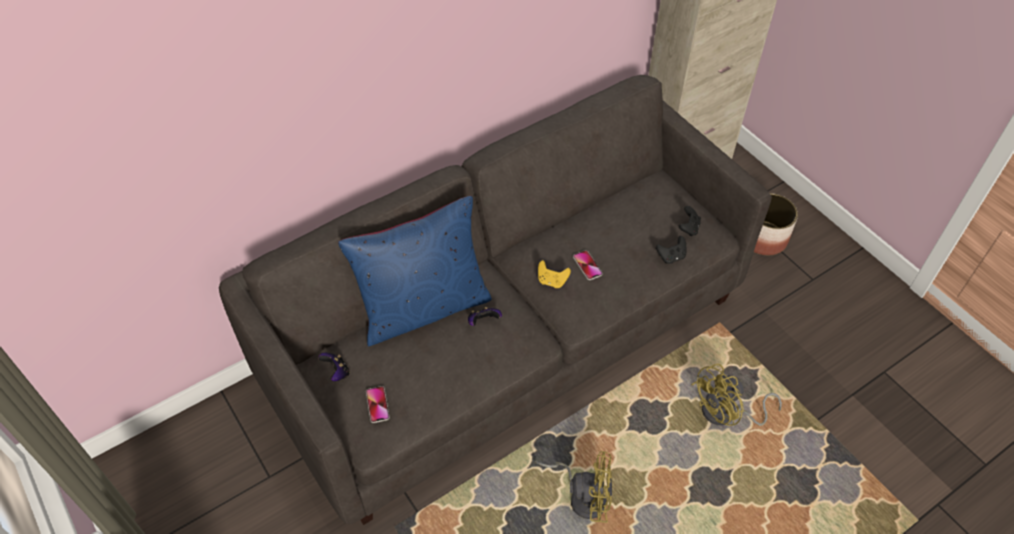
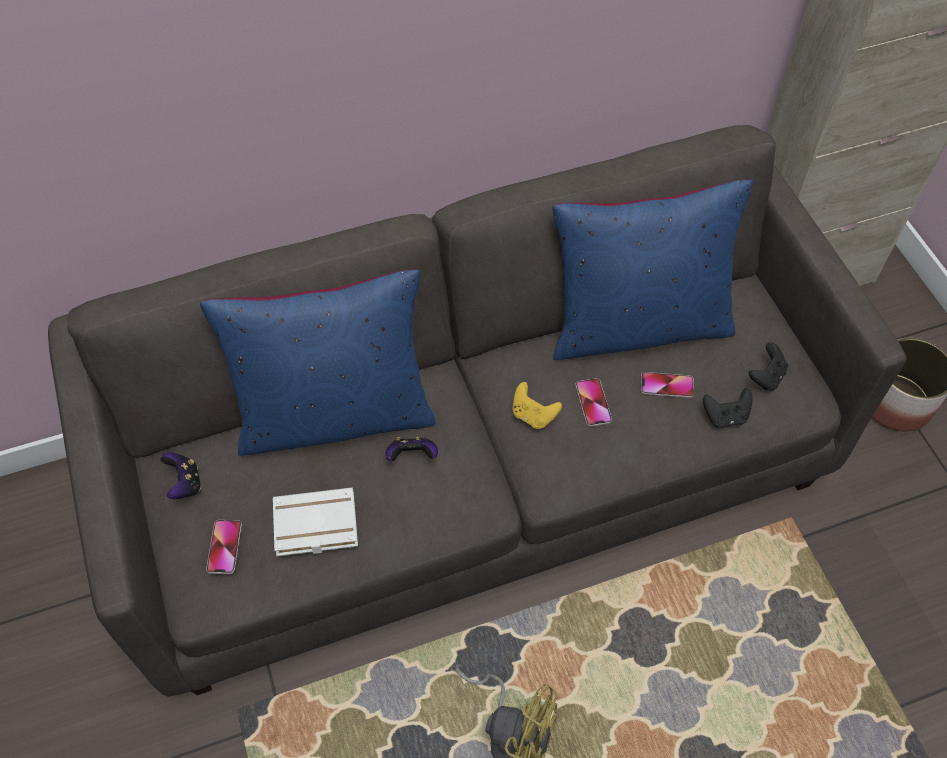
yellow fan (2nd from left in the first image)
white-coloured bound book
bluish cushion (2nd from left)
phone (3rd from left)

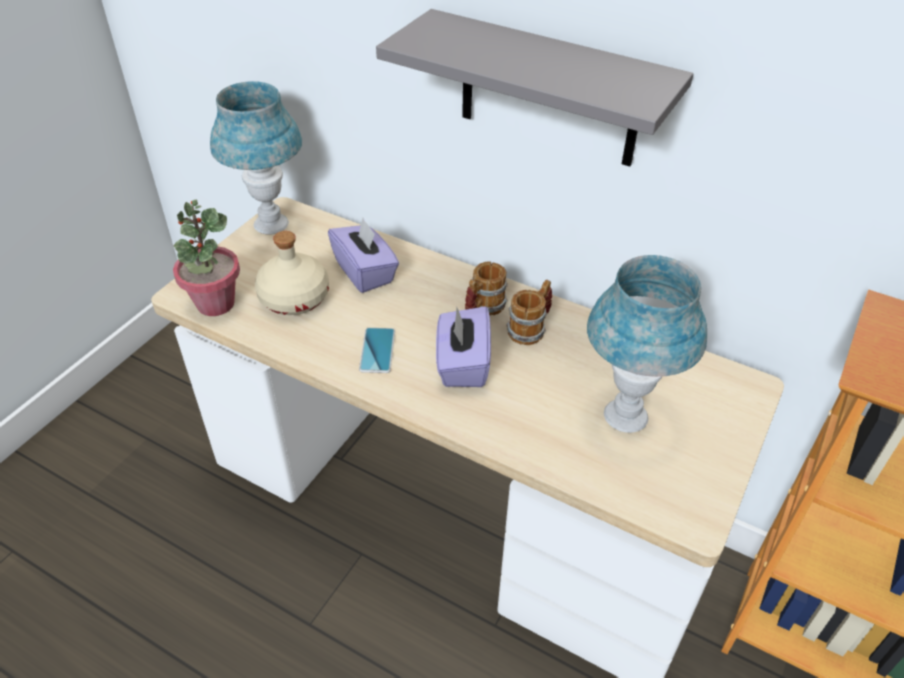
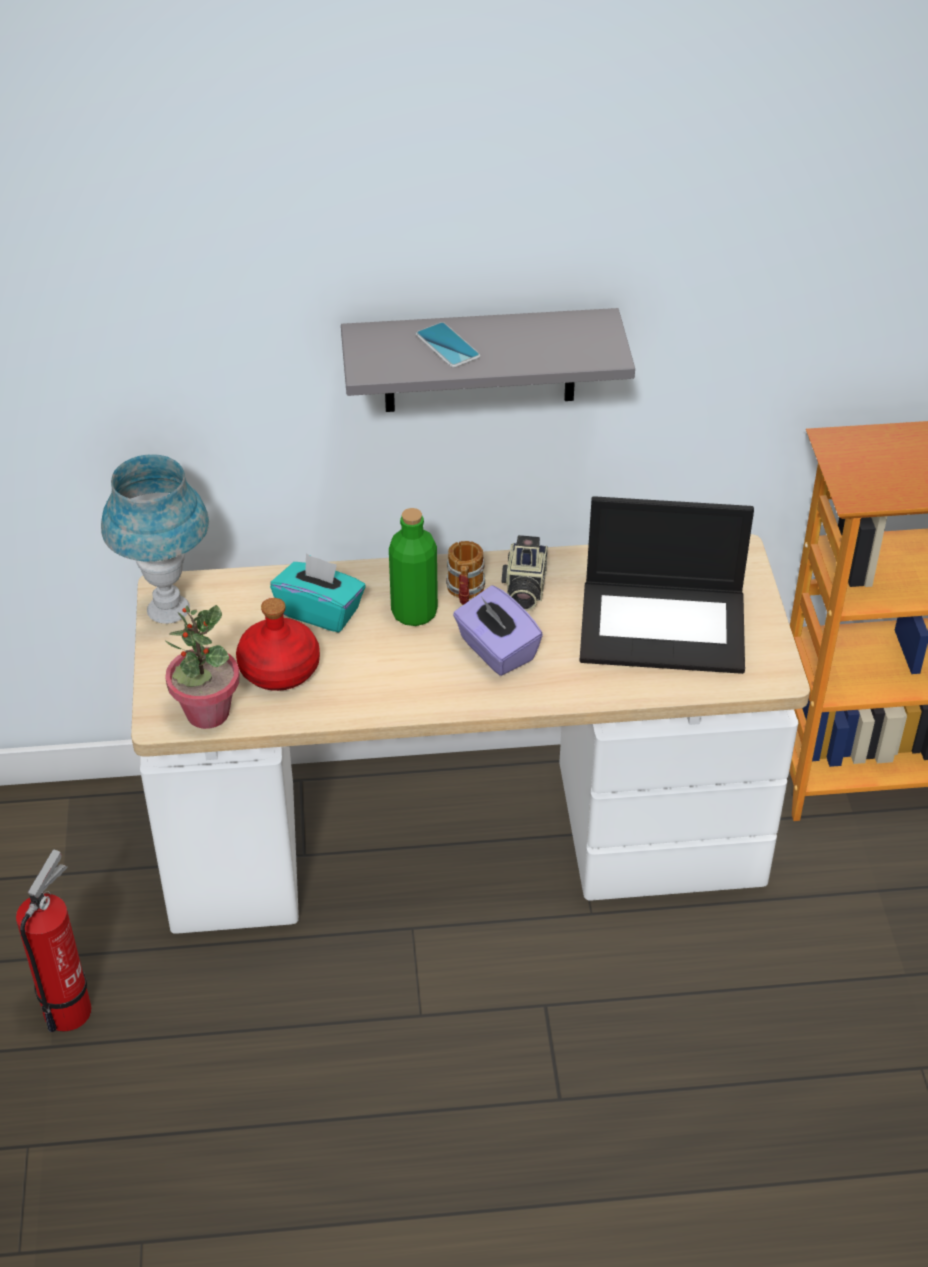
red-coloured drink bottle
blue-green tissue box
phone
photo camera
notebook computer
fire-fighting cylinder
green-coloured drink bottle

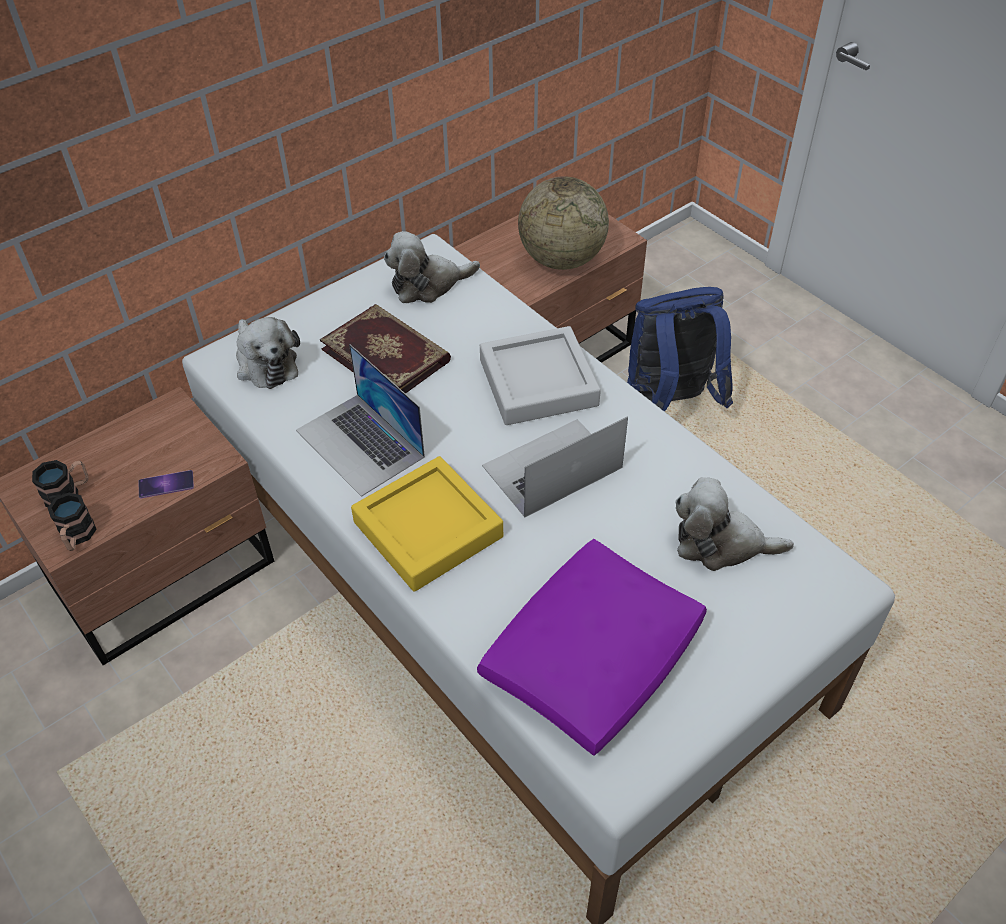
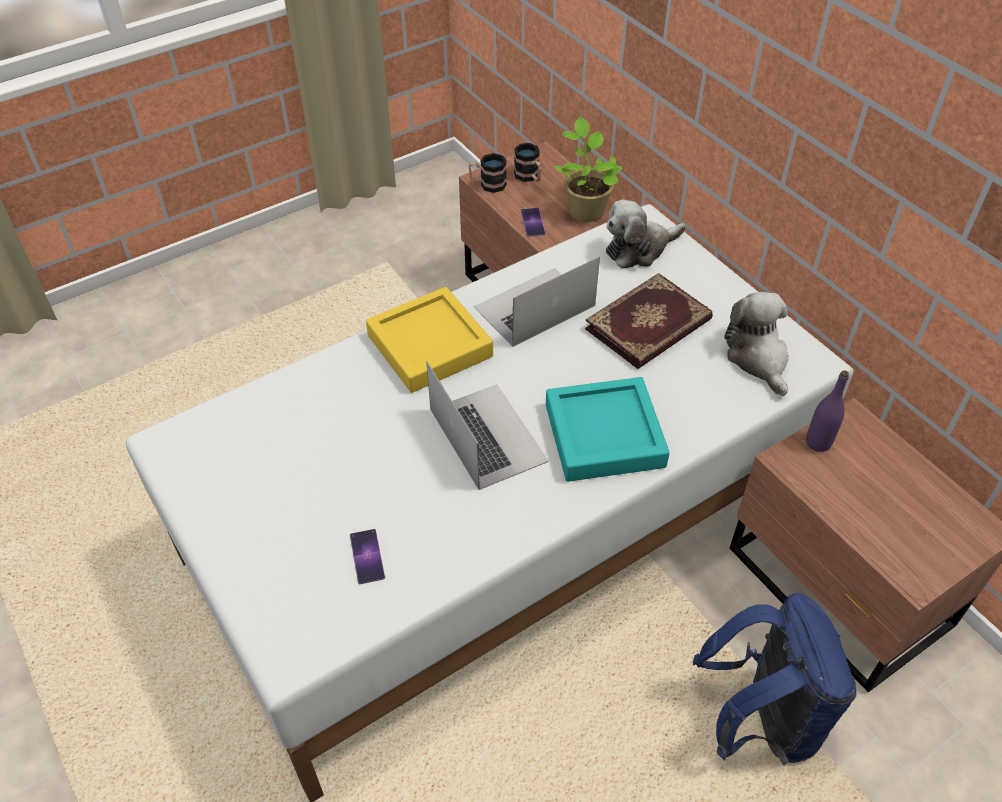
purple-coloured cushion
blue-green carrying tray
globe
phone (1st from left)
potted plant
purple-coloured drink bottle

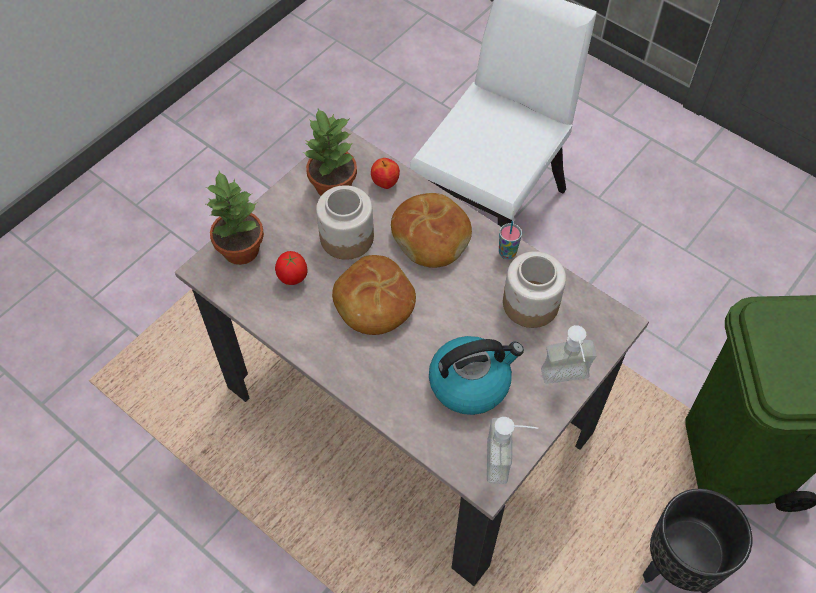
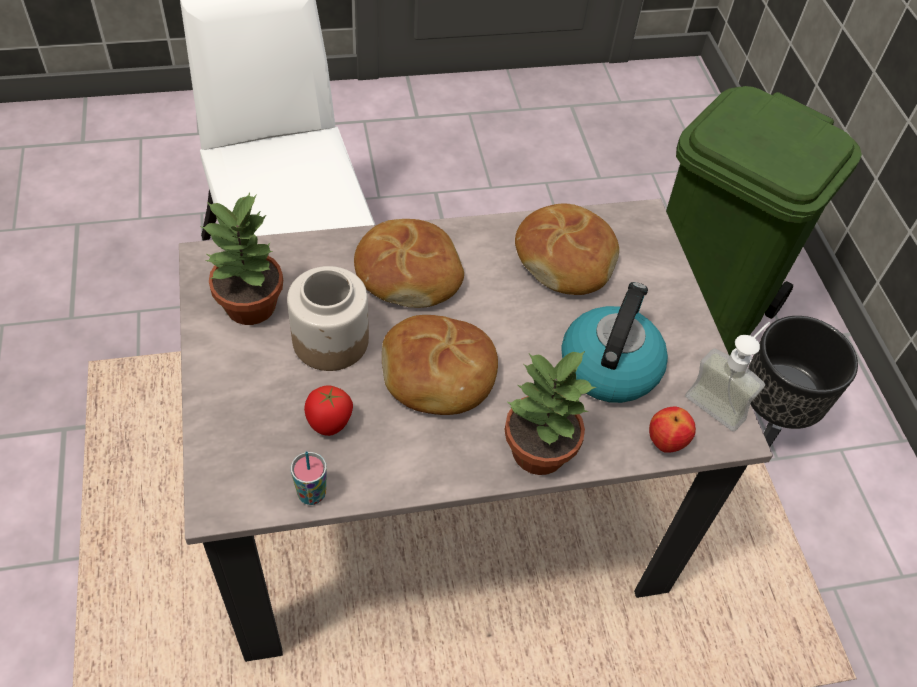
potted plant (2nd from left)
apple fruit
drinking cup
bread (3rd from left)
liquid soap bottle (2nd from left in the first image)

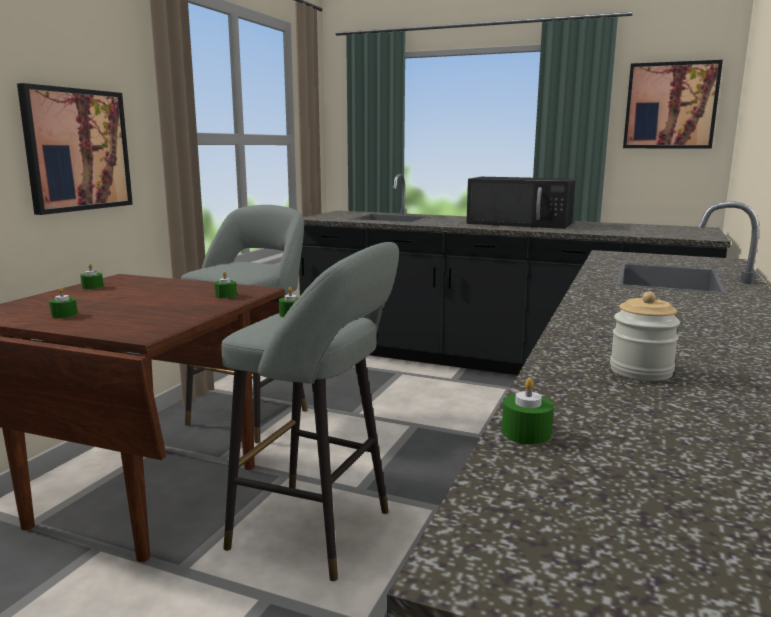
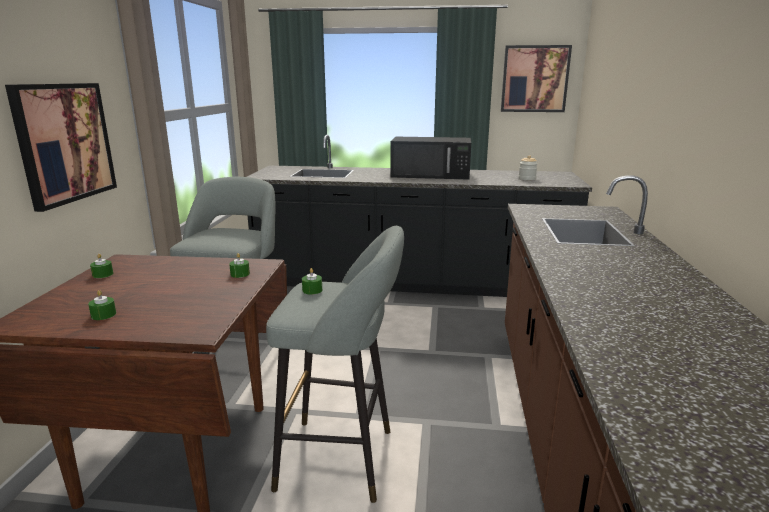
green-coloured wax light (5th from left in the first image)
jar

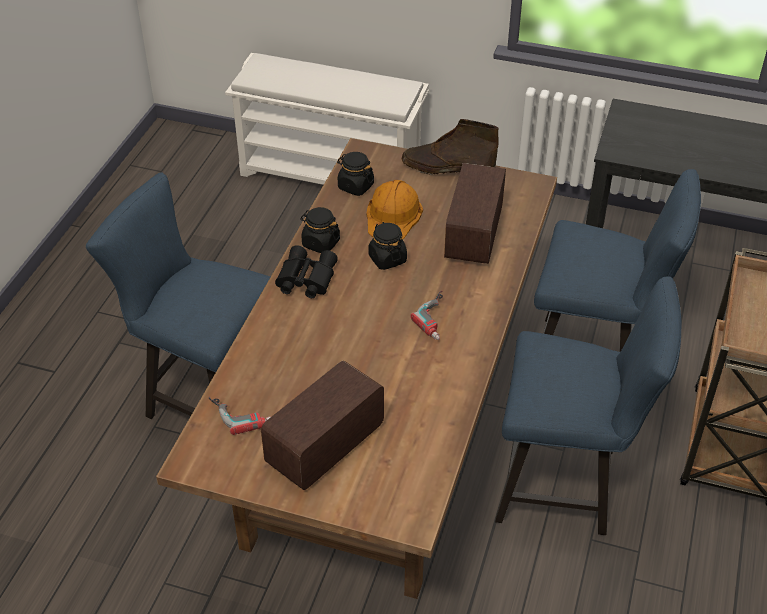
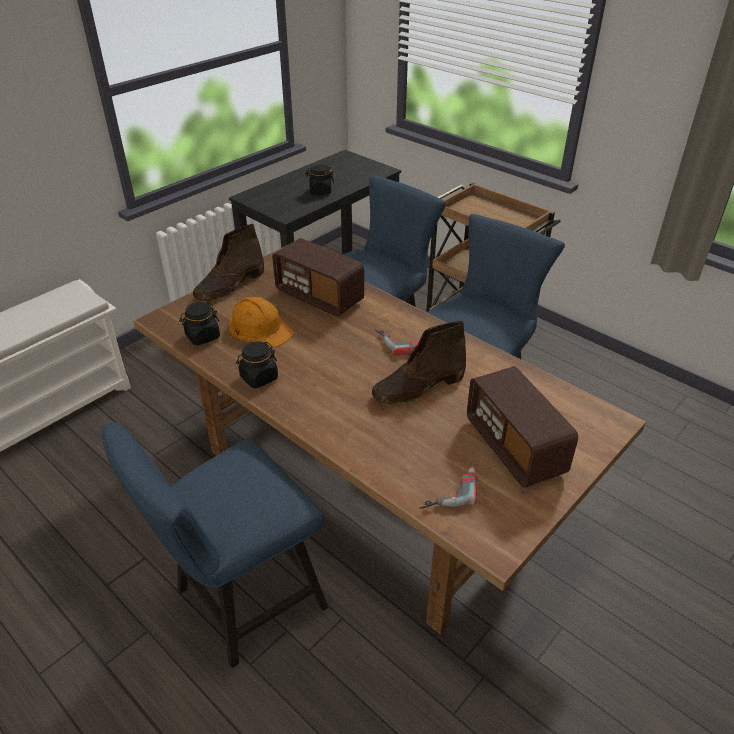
blackish pair of binoculars
blackish jar (3rd from left)
brown high-top boot (2nd from left)

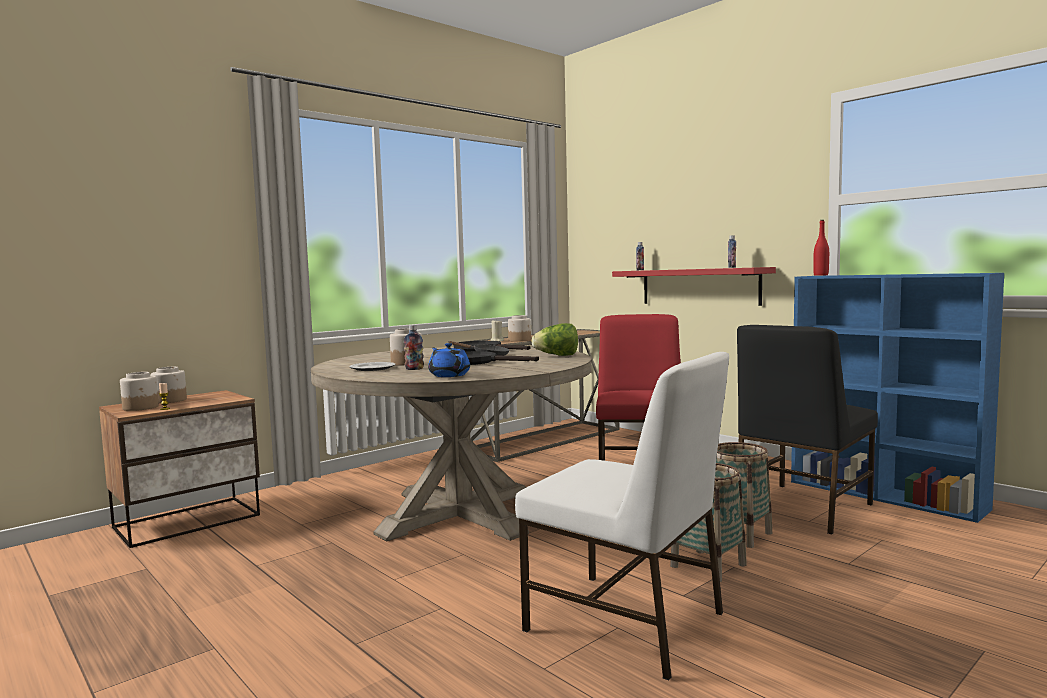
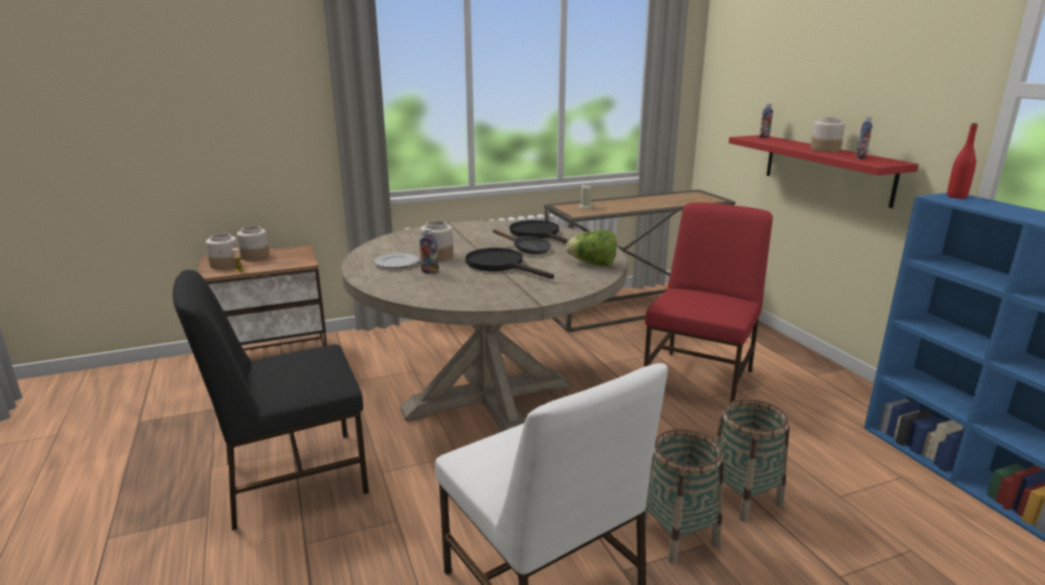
bluish teapot
jar (4th from left)
blackish plain chair

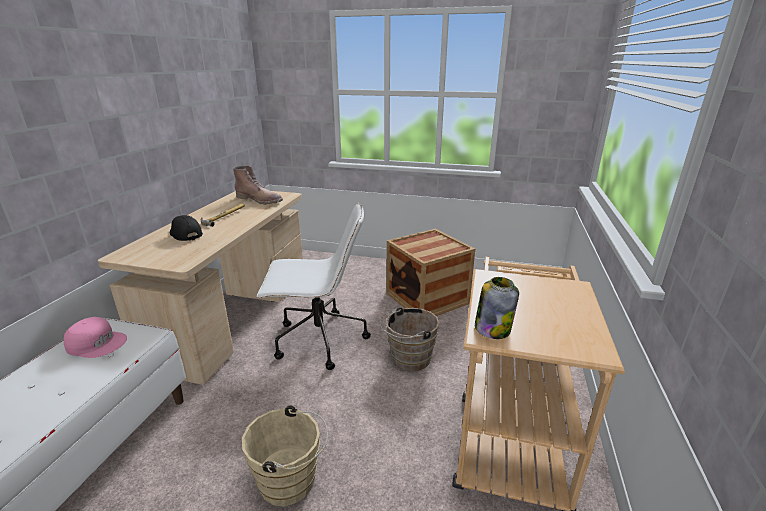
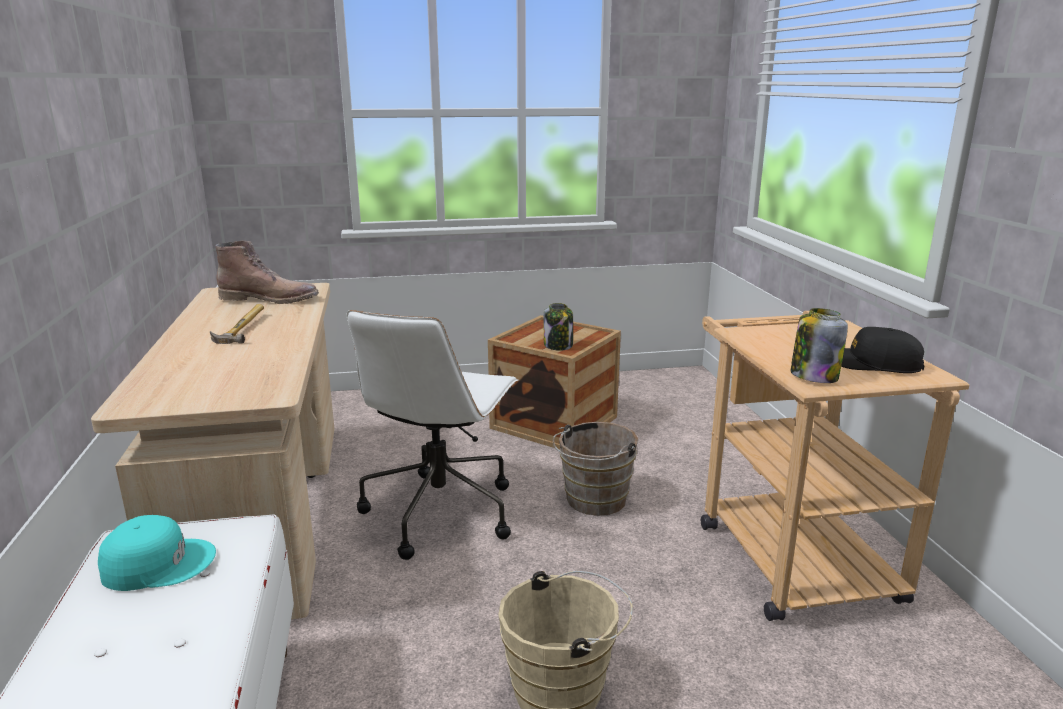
blue-green peaked cap
blackish peaked cap
white-coloured computer chair
jar (1st from left)

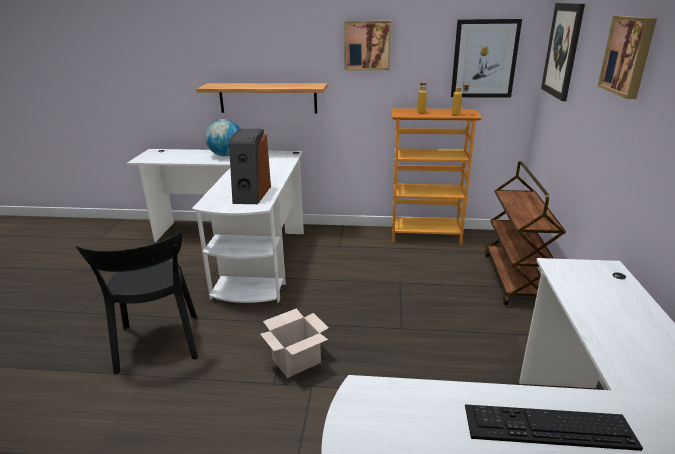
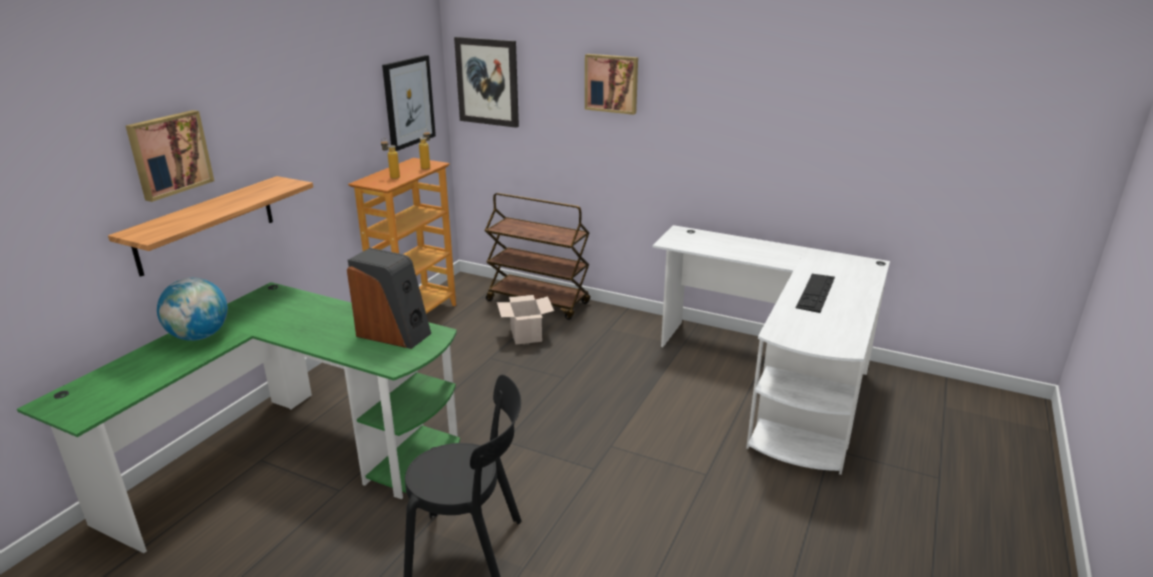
green-coloured desk table
cardboard box
wall art (1st from left)

